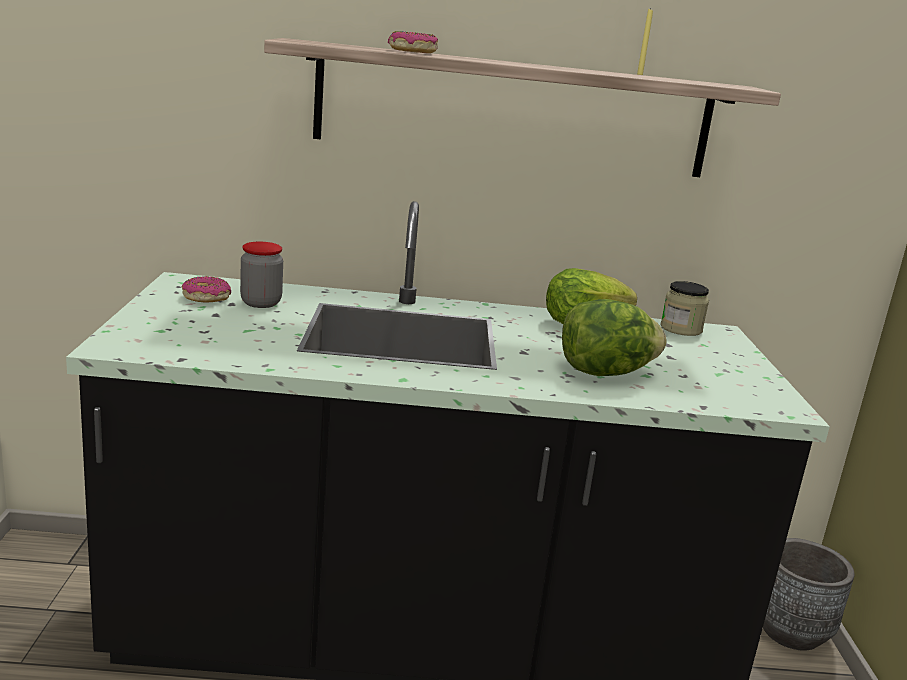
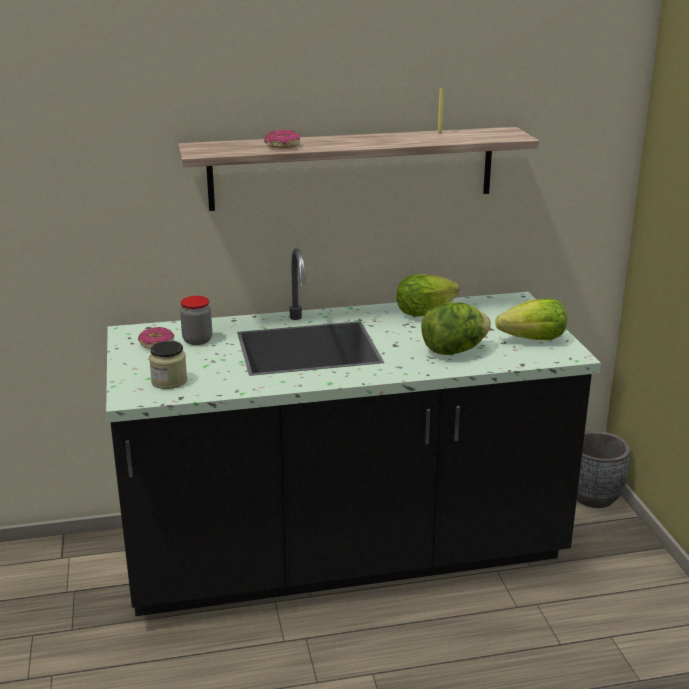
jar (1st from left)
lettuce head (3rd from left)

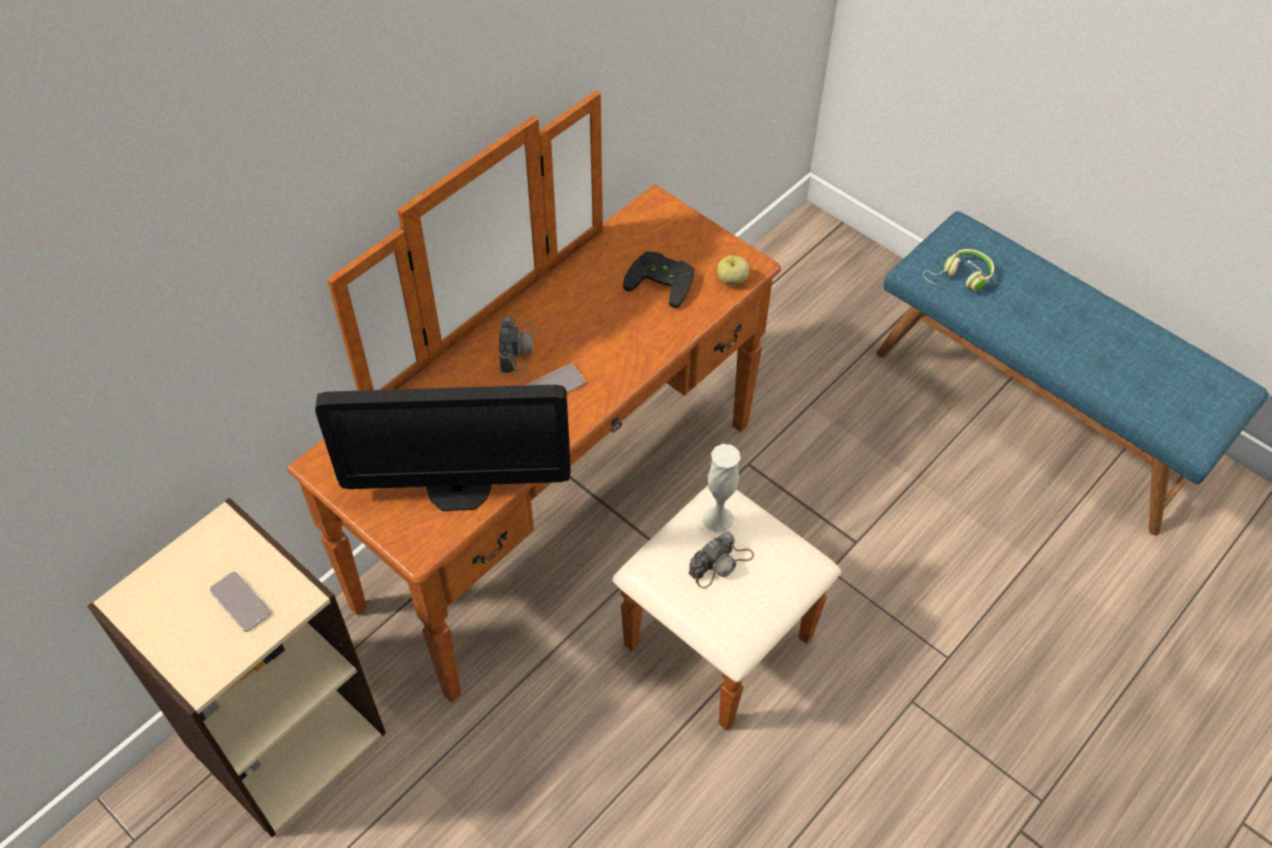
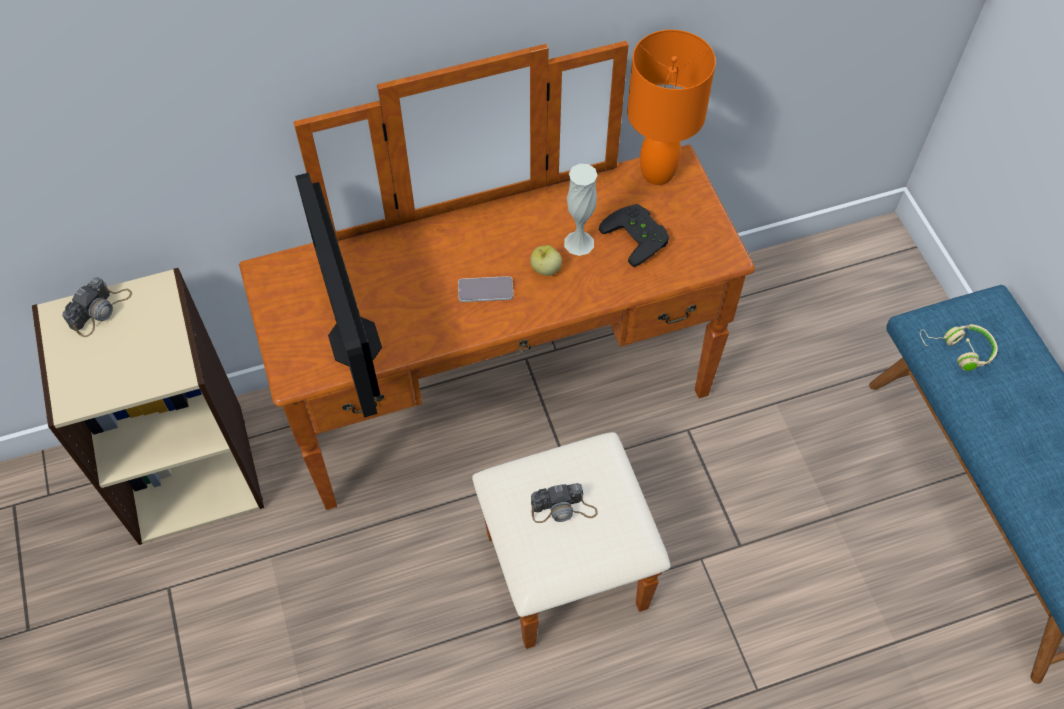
phone (1st from left in the first image)
computer screen
photo camera (1st from left)
white-coloured flower vase
apple fruit
orange-coloured tabletop lamp

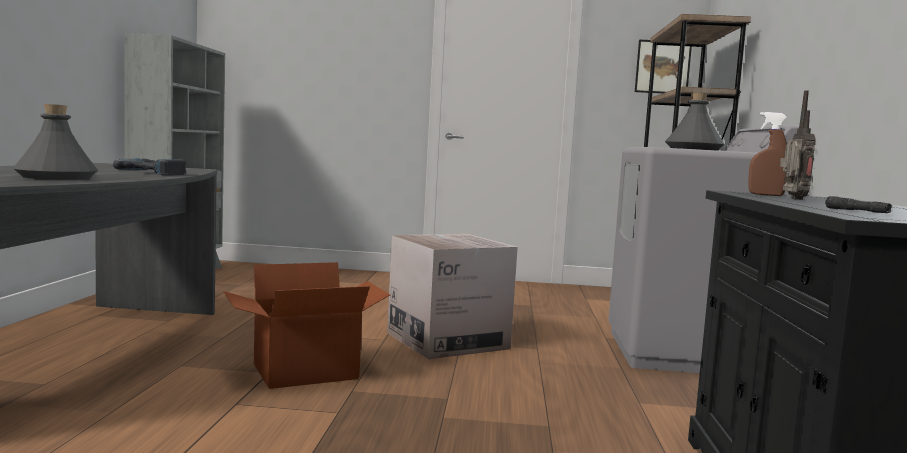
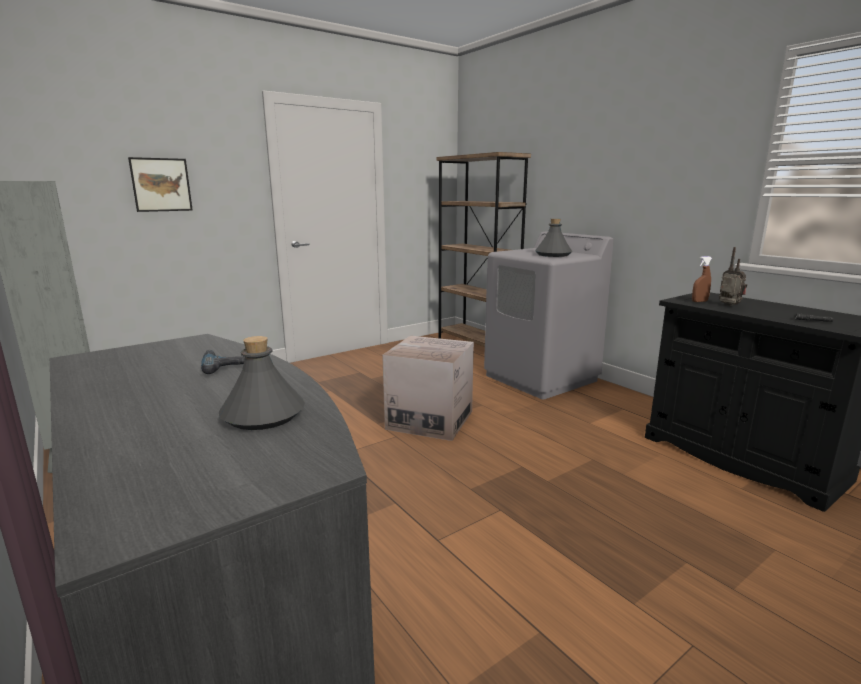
cardboard box (1st from left in the first image)
wall art

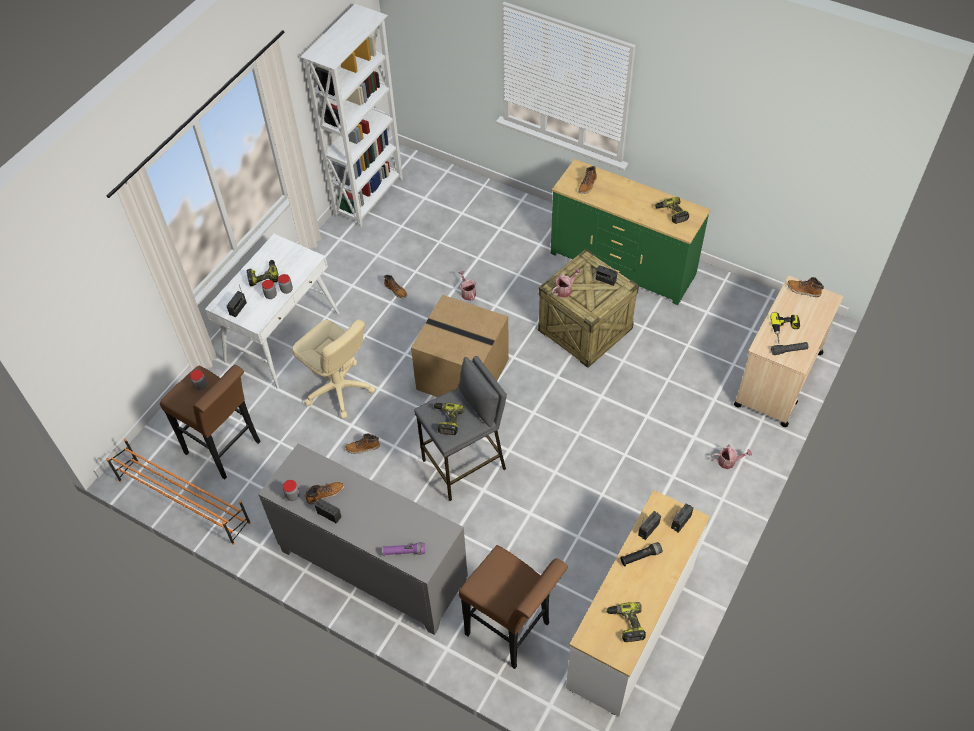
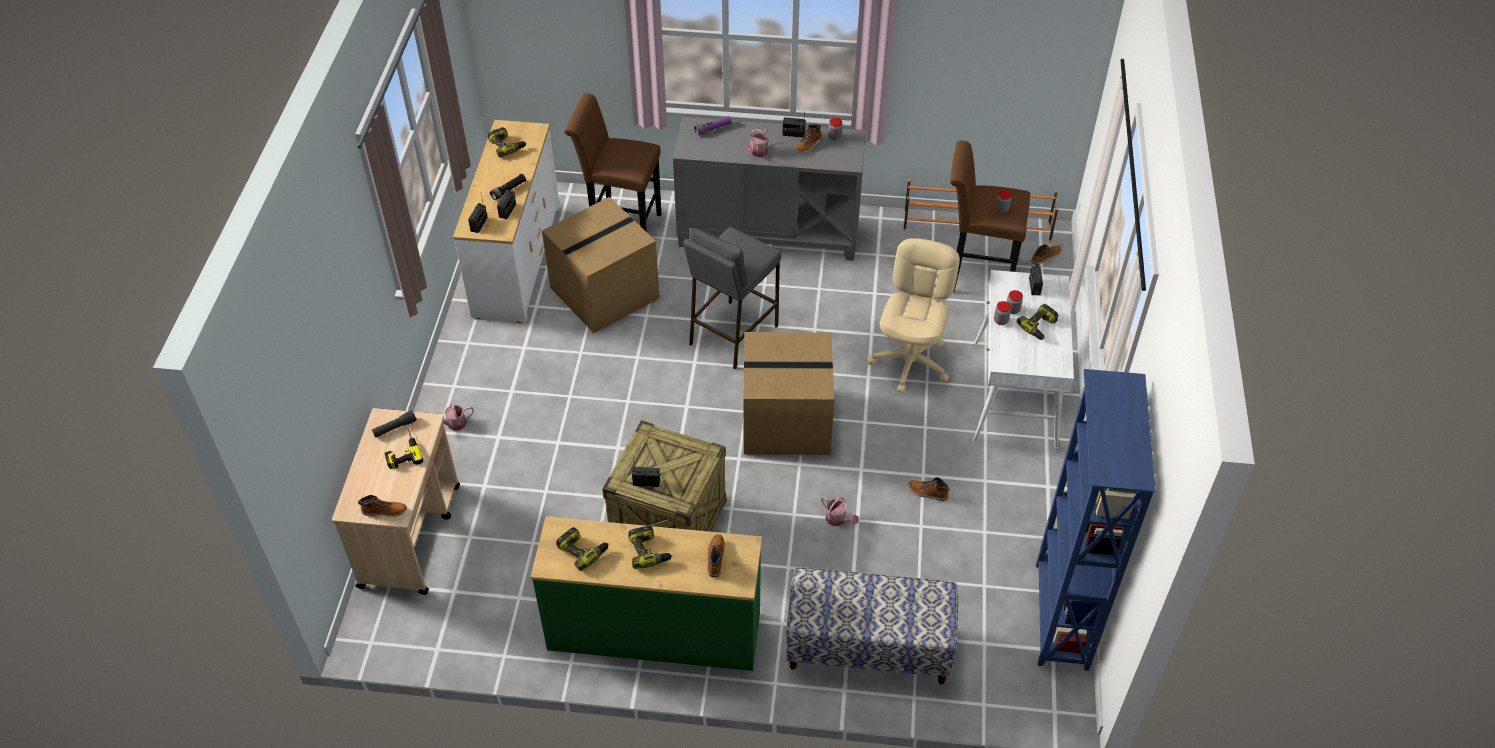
beige computer chair
bluish bookshelf
high-top boot (5th from left)
drill (4th from left)
watering can (2nd from left)
cardboard box (1st from left)
long seat

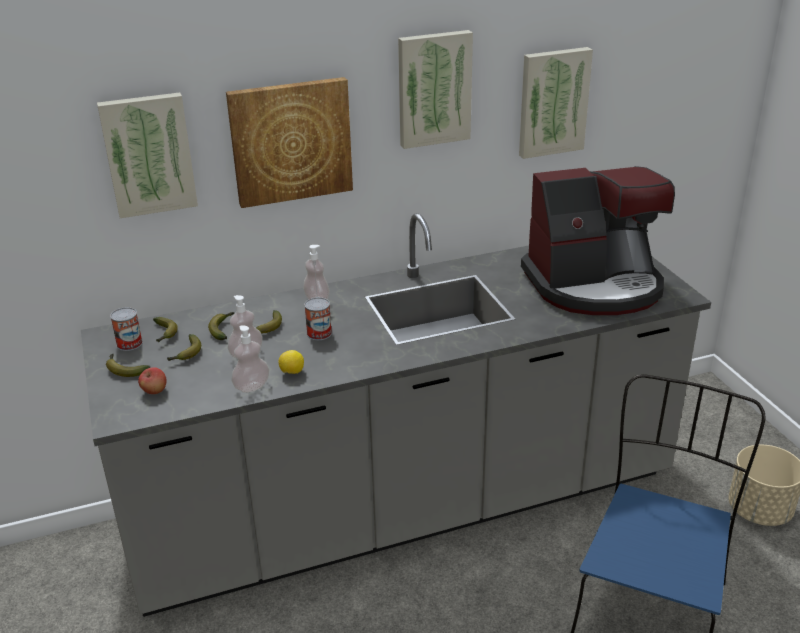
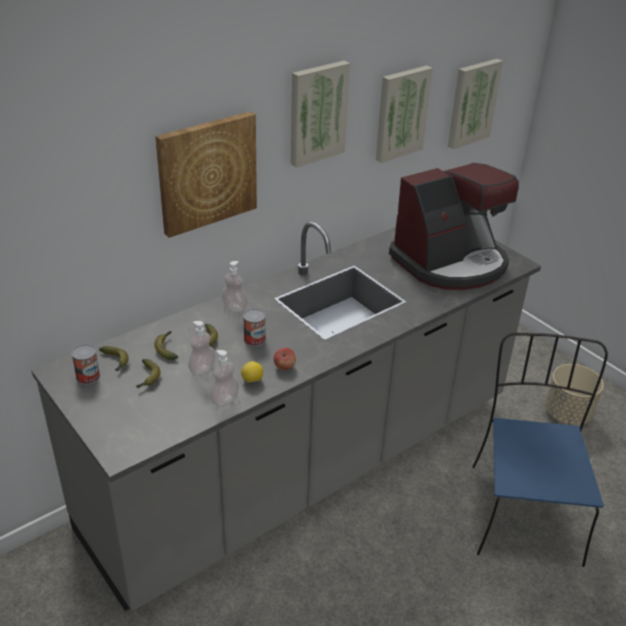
wall art (4th from left)
banana (1st from left in the first image)
apple fruit

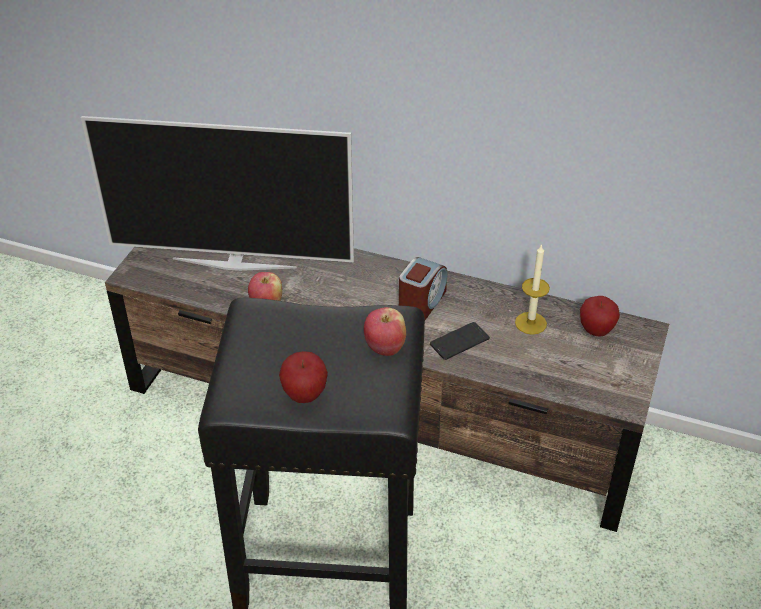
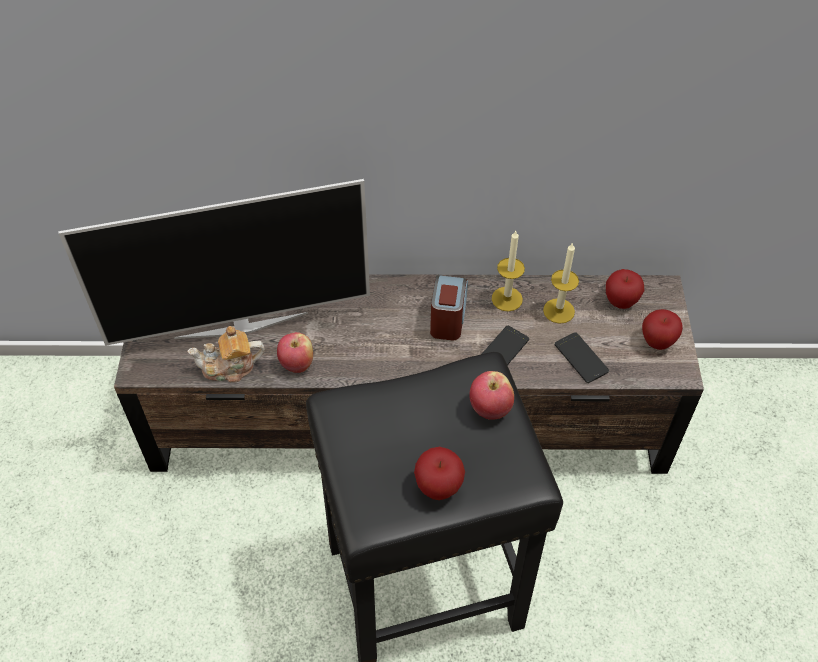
teapot
wax light (1st from left)
phone (2nd from left)
apple fruit (5th from left)

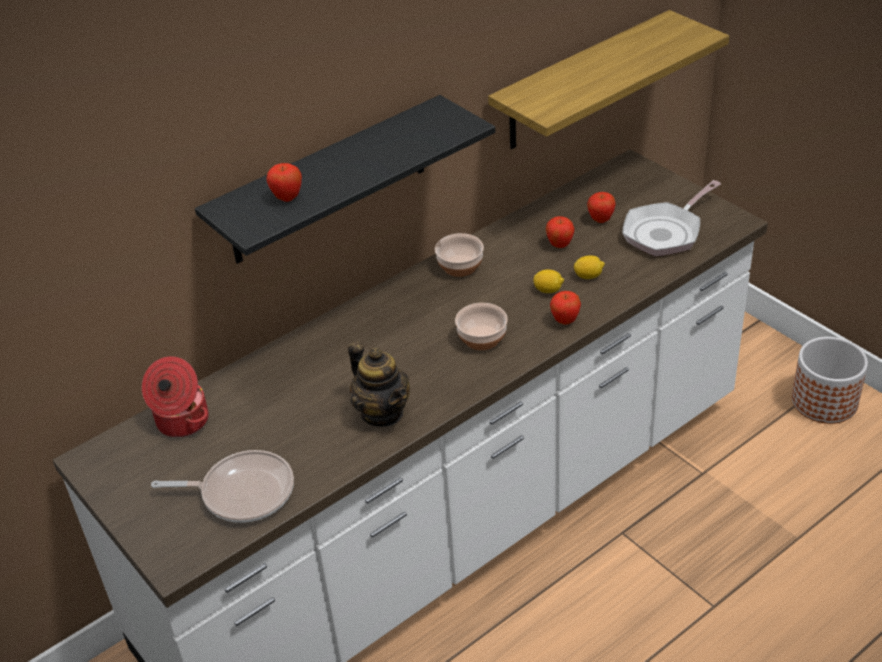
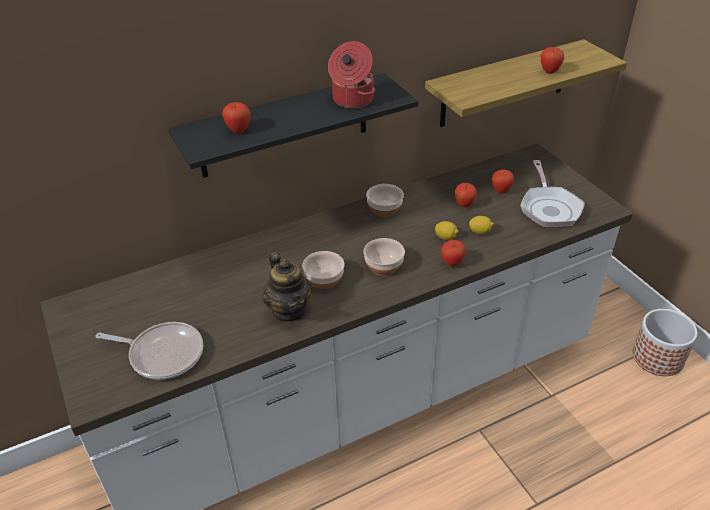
cooking pot
frying pan (2nd from left)
serving bowl (1st from left)
apple fruit (5th from left)

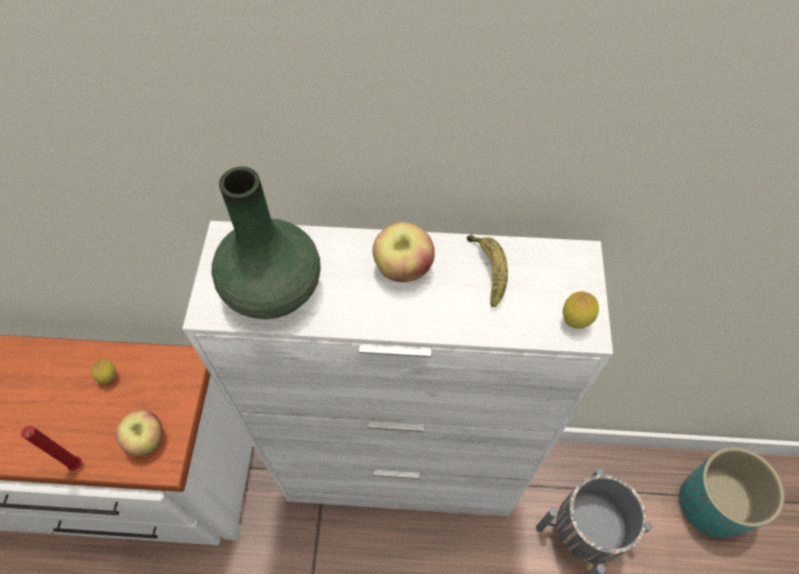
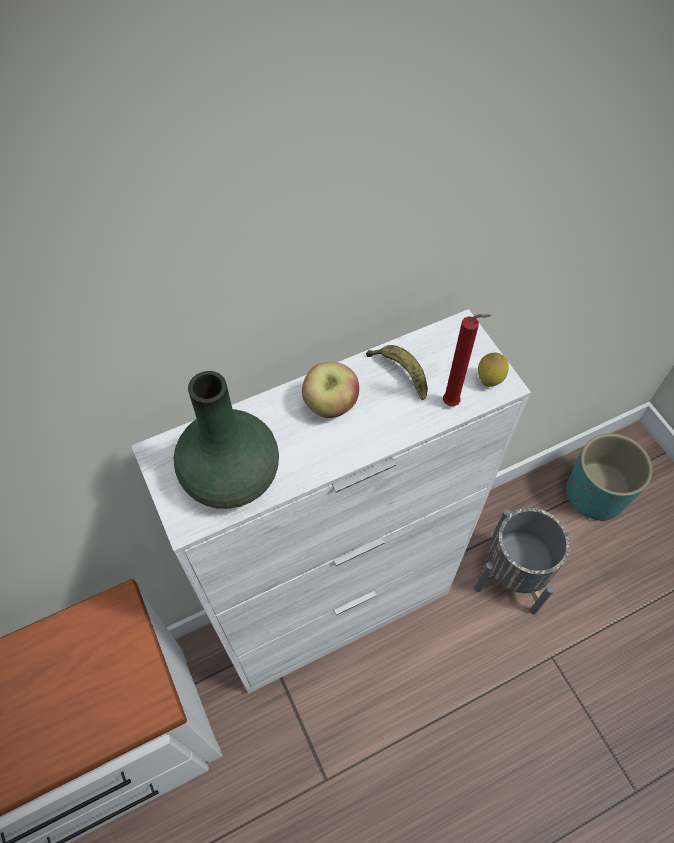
red-coloured wax light
citrus fruit (1st from left in the first image)
apple fruit (1st from left in the first image)

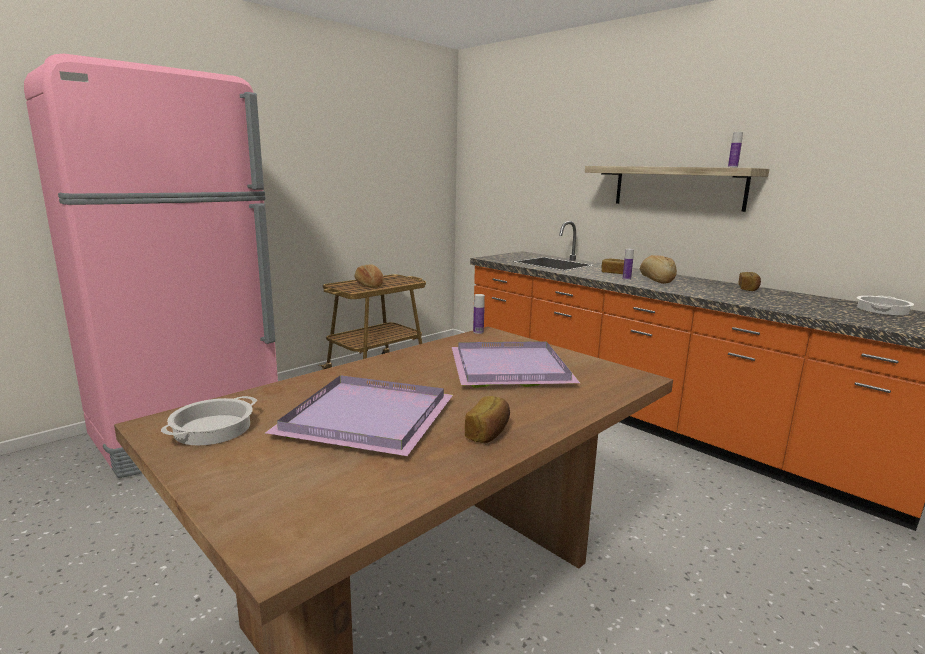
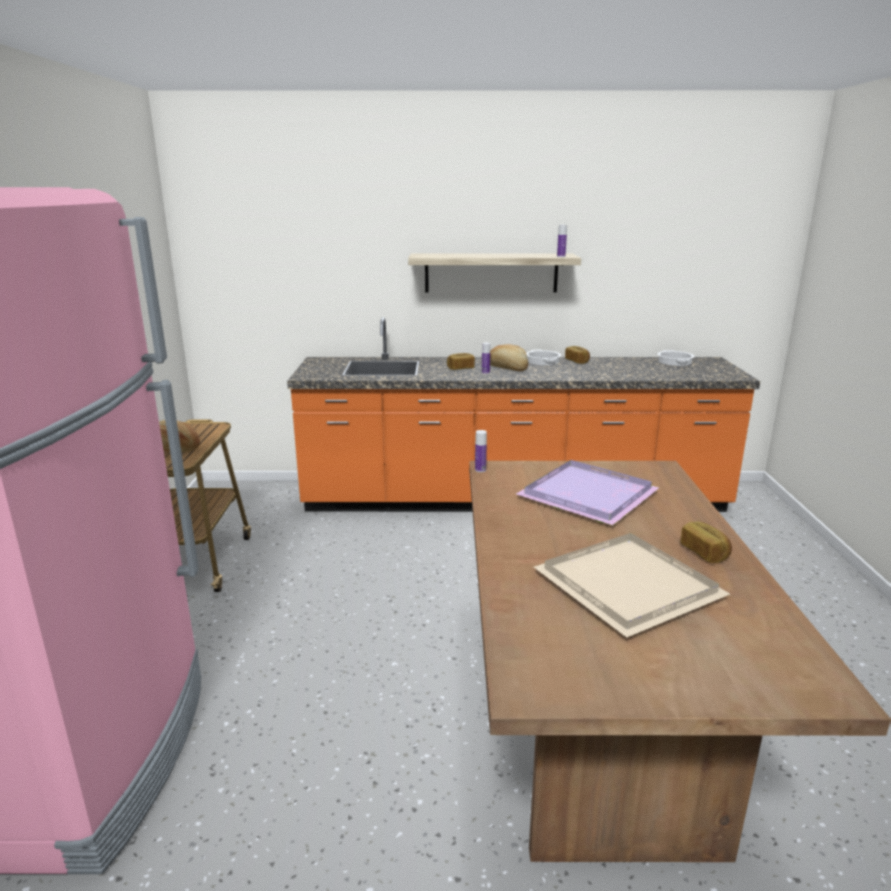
cooking pot (1st from left)
beige carrying tray

